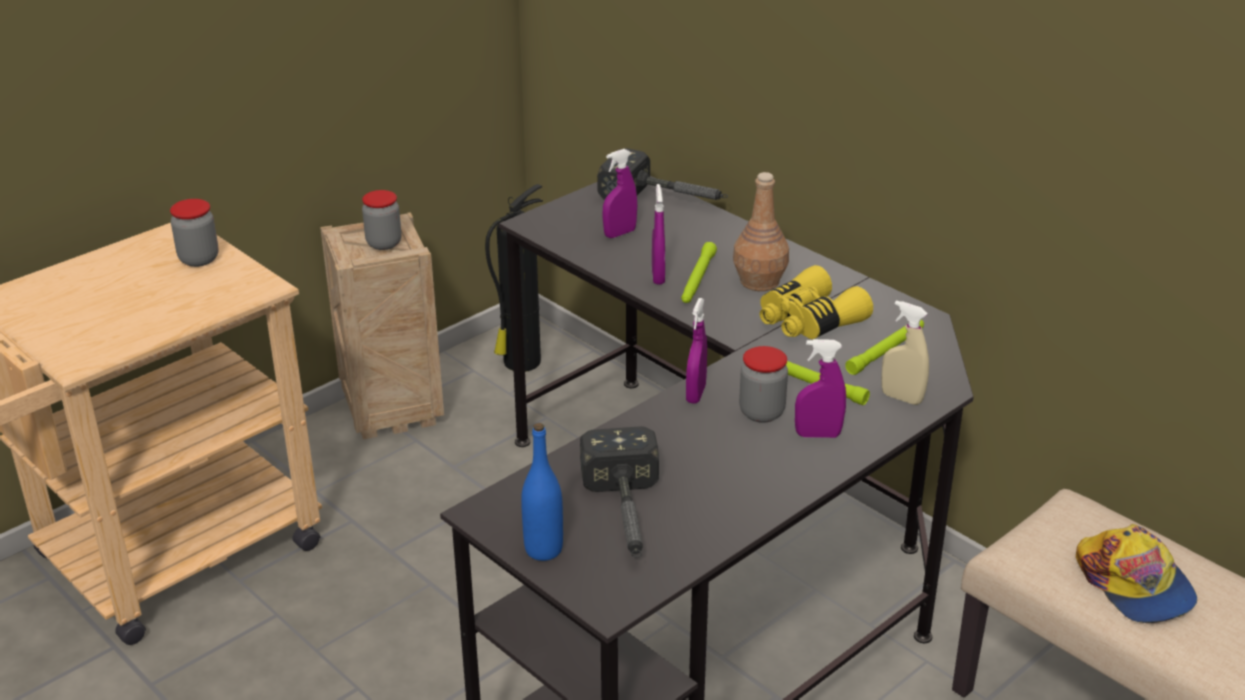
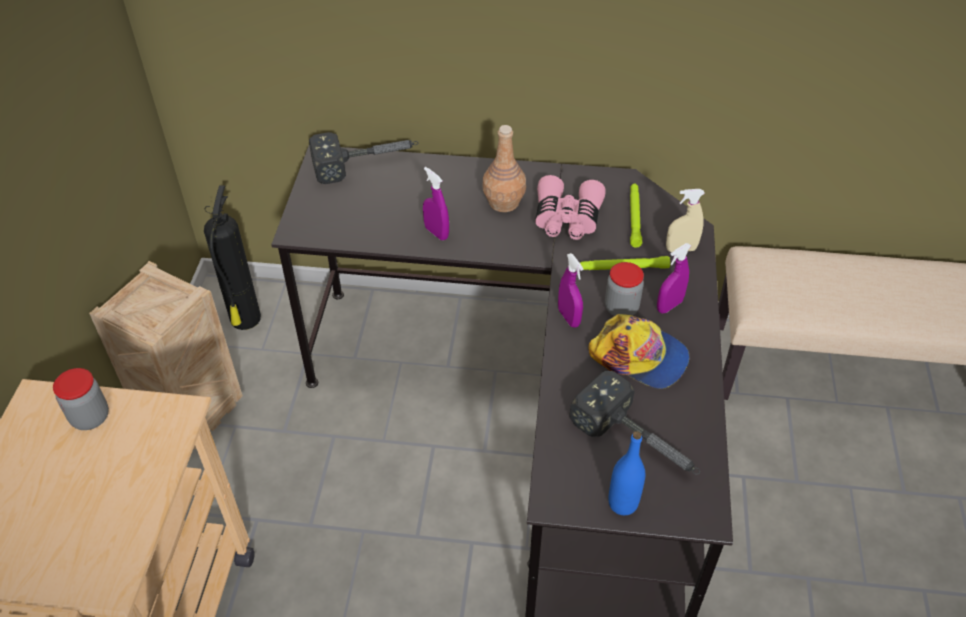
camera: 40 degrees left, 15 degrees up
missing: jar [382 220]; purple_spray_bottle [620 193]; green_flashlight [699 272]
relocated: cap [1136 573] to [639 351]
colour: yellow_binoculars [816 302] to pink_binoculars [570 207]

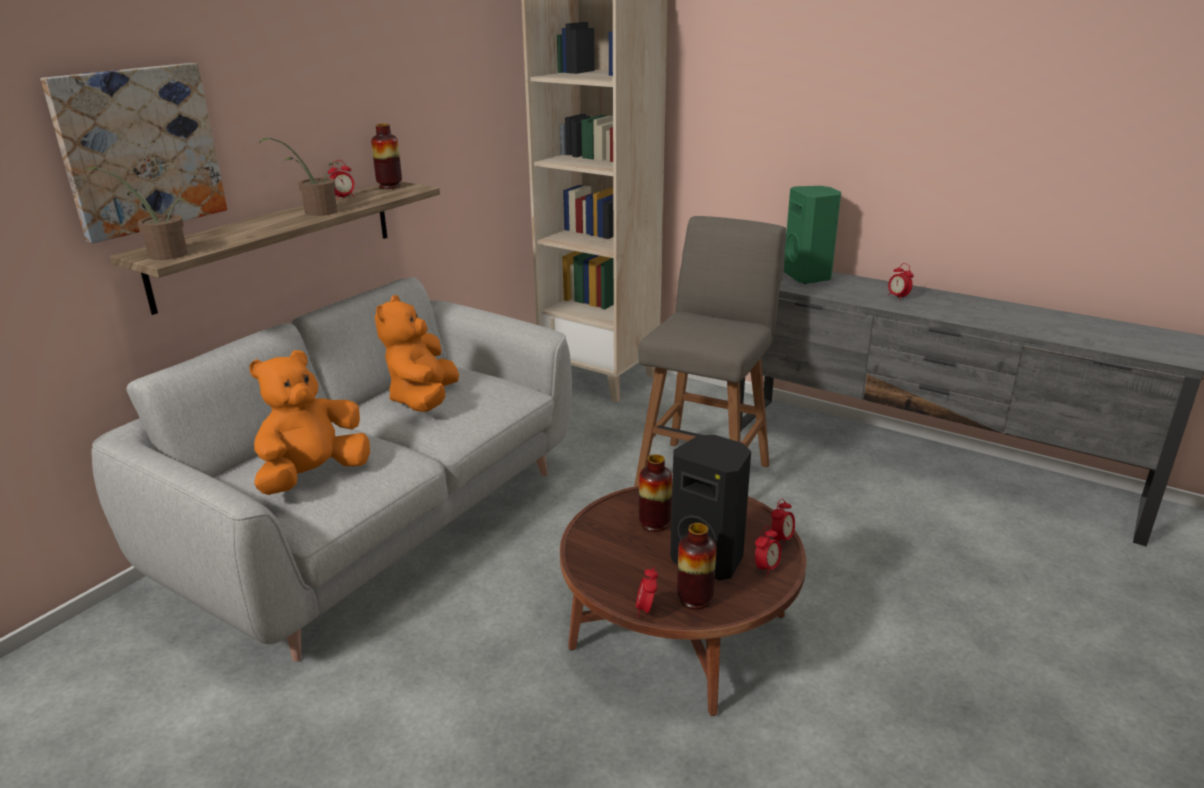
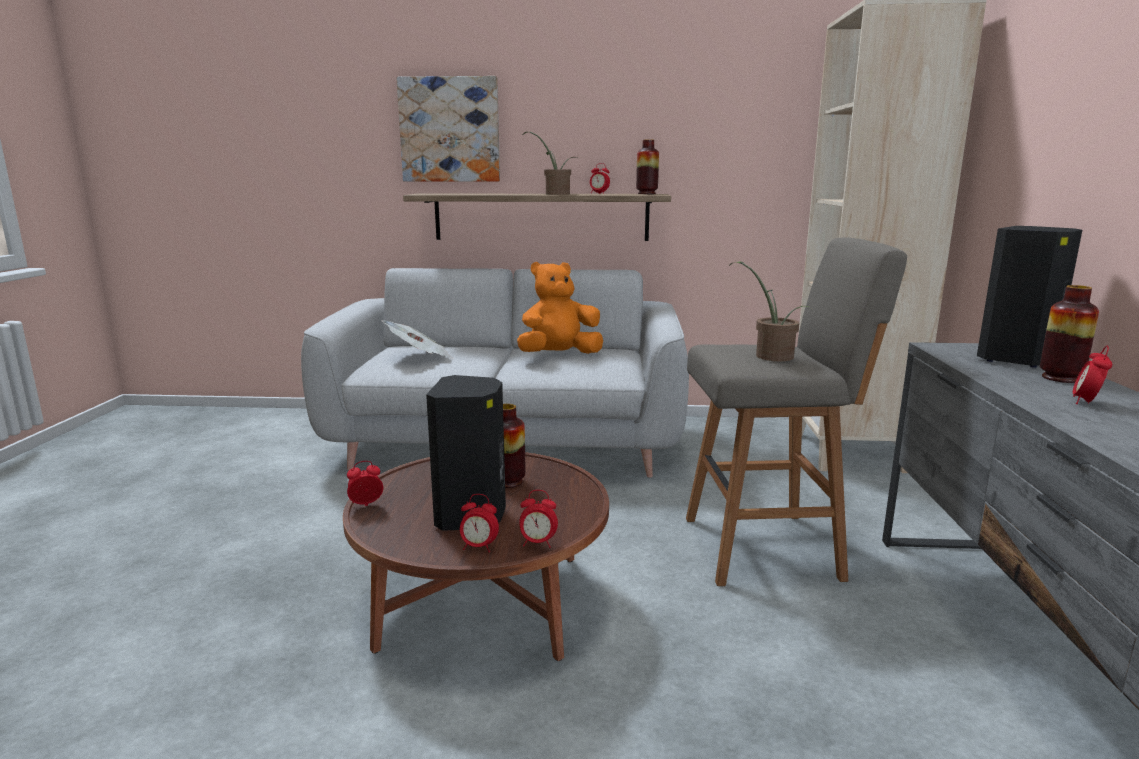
camera: 60 degrees right, 10 degrees down
relocated: potted_plant [138 213] to [770 311]; vase [696 566] to [1069 334]
exchanged: orange_plush_toy [309 422] to newspaper [418 339]
colour: green_speaker [812 235] to black_speaker [1029 297]

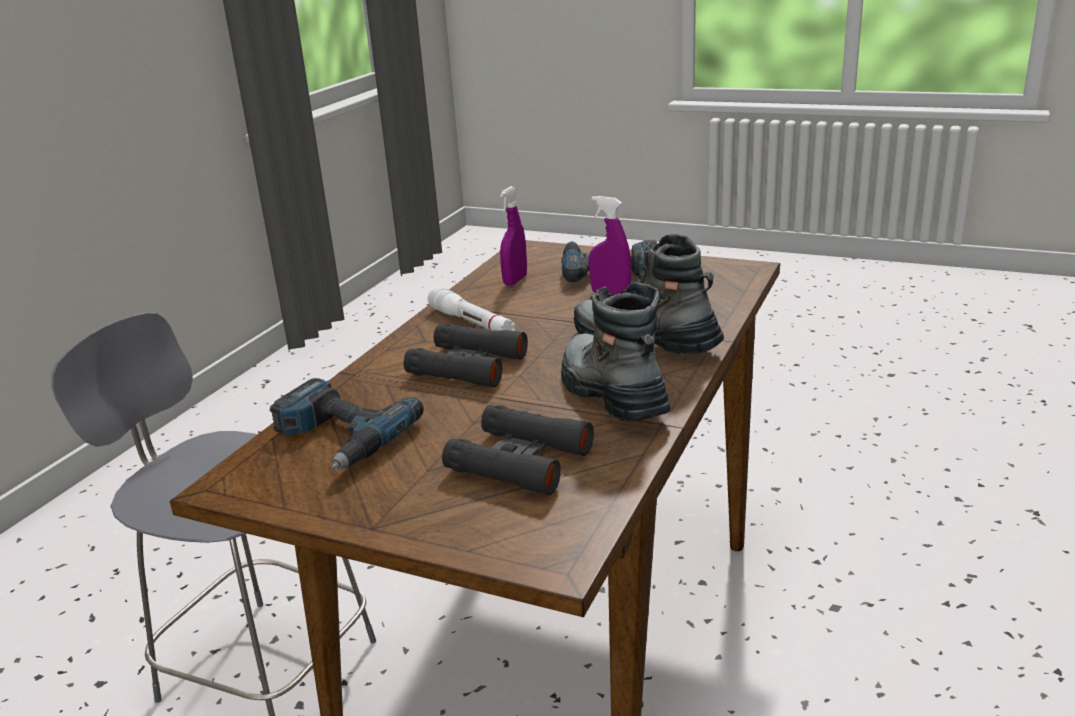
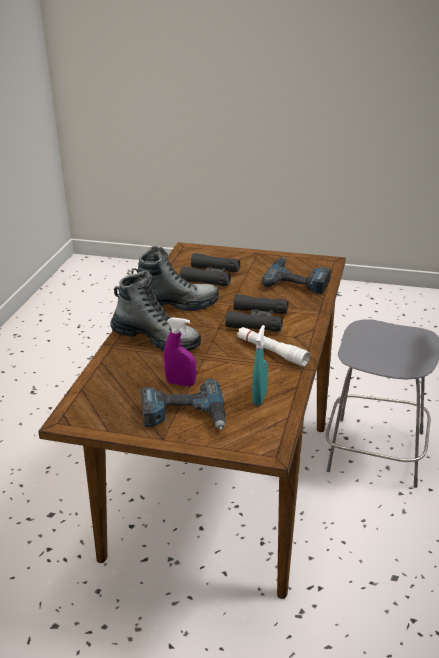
camera: 170 degrees right, 5 degrees up
colour: purple_spray_bottle [513 236] to turquoise_spray_bottle [260 365]
spun: boot [616 352] = [175 278] 75 degrees counterclockwise

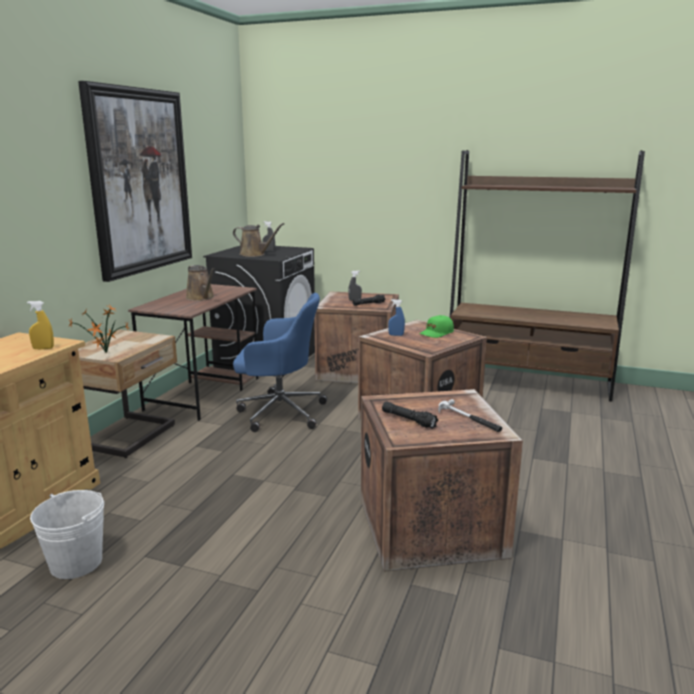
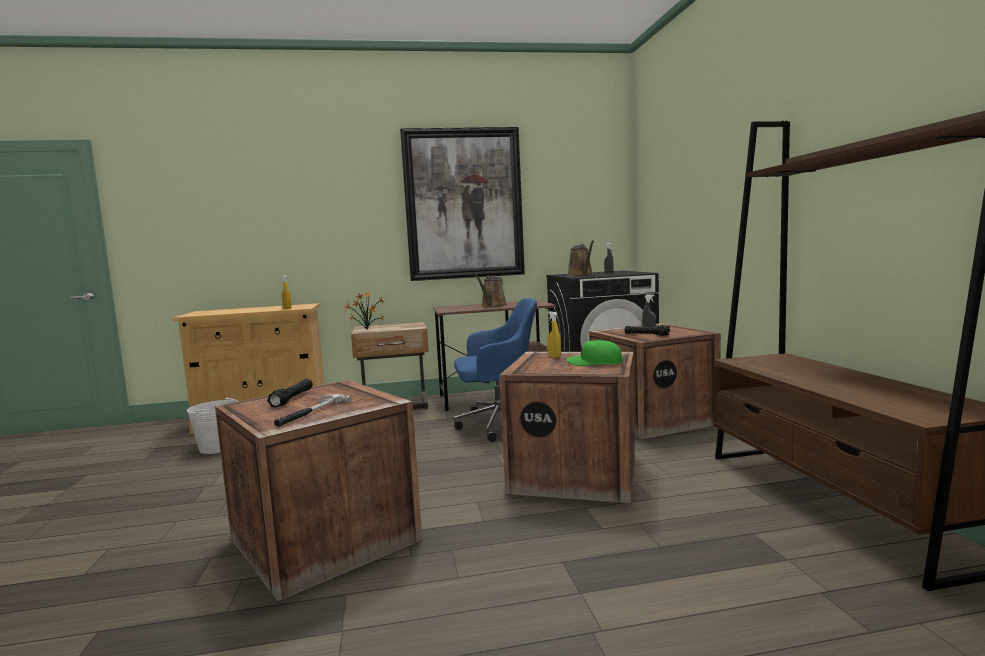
camera: 60 degrees right, 10 degrees down
colour: blue_spray_bottle [396 317] to yellow_spray_bottle [554 334]
spun: blue_office_chair [280 362] = [495 370] 75 degrees counterclockwise

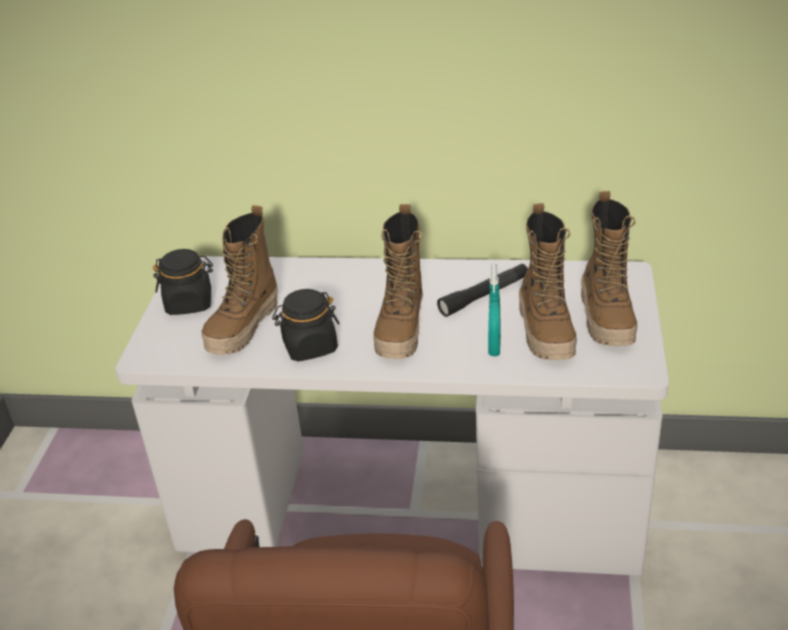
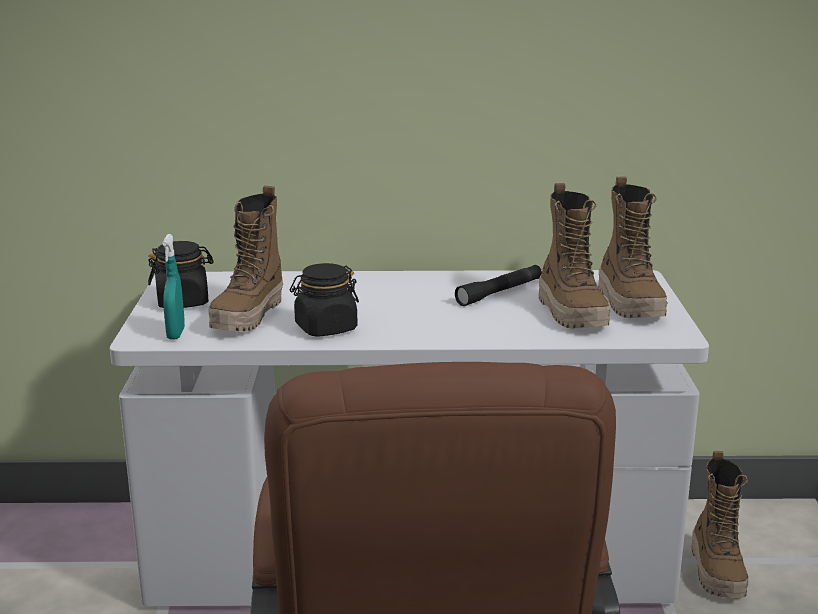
camera: 10 degrees left, 15 degrees down
relocated: boot [398 281] to [719 524]; turquoise_spray_bottle [494 310] to [173 286]

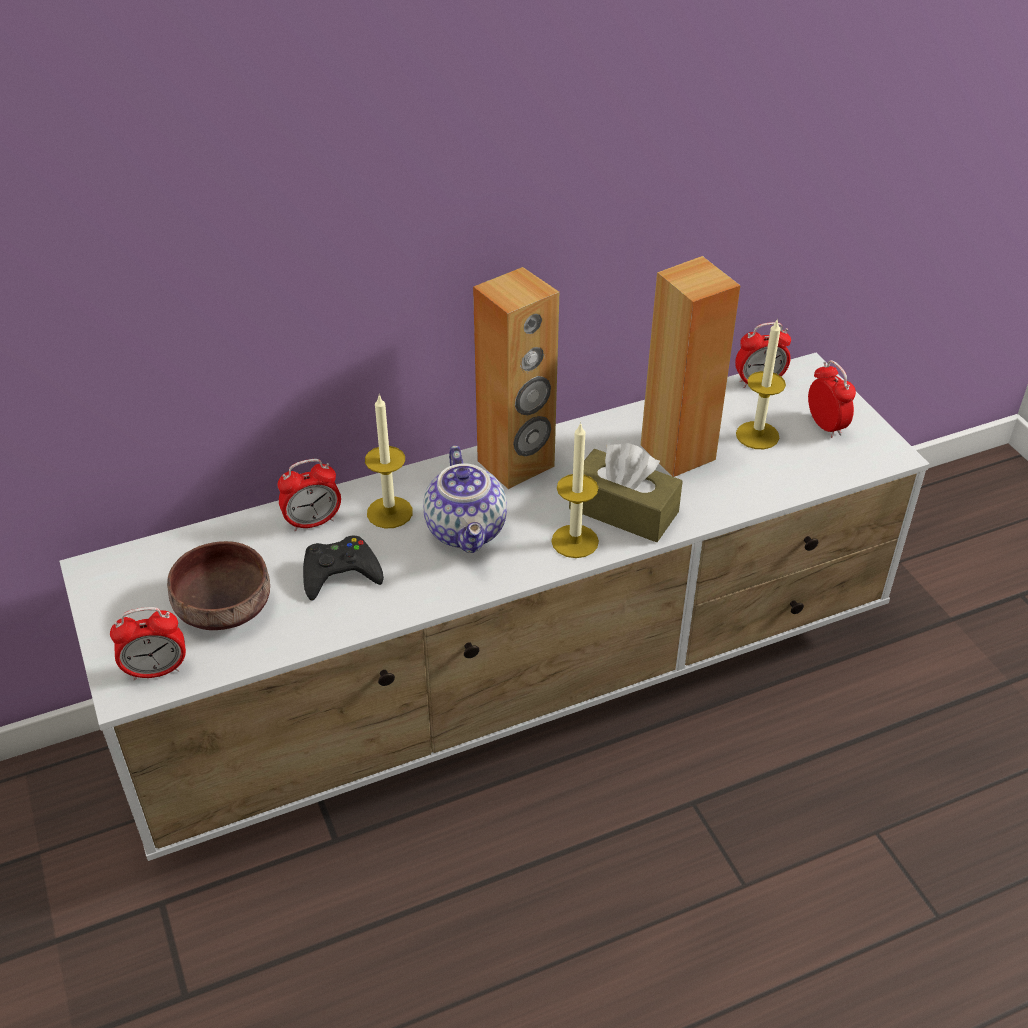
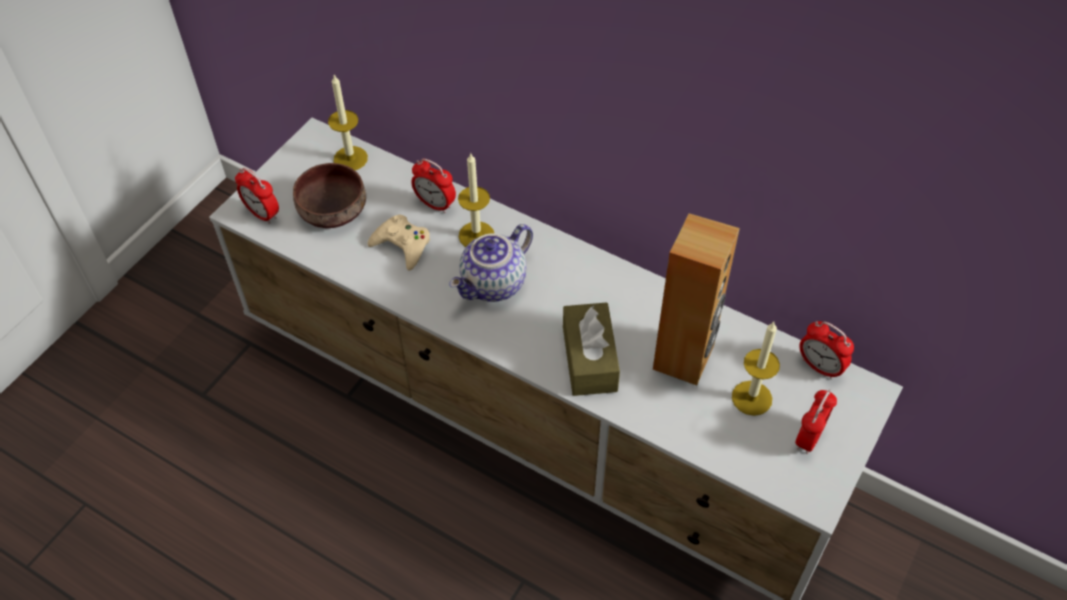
camera: 55 degrees right, 10 degrees up
missing: brown_speaker [516 378]
relocated: candle [575 490] to [348 122]
colour: black_game_controller [343 568] to beige_game_controller [399 243]

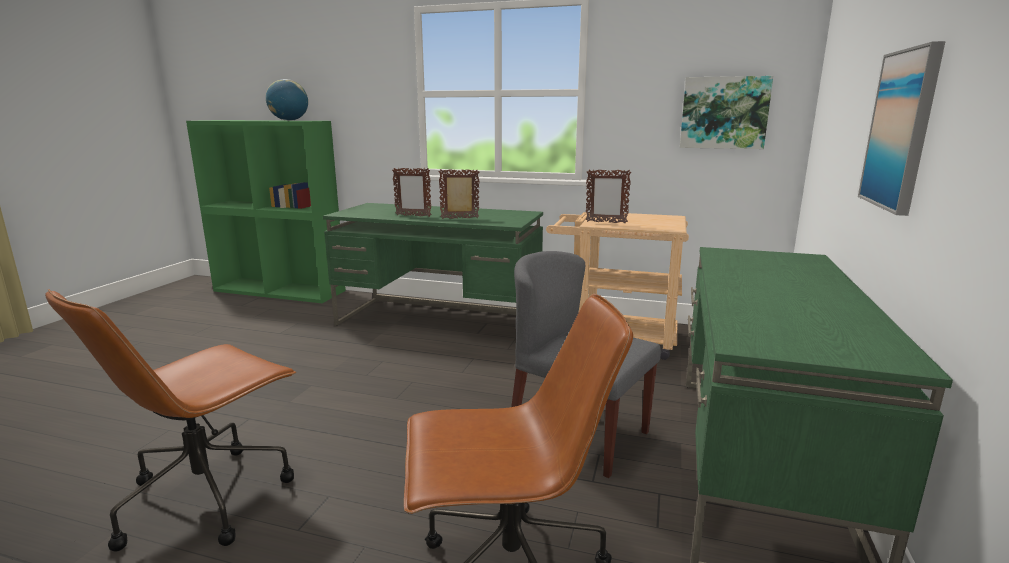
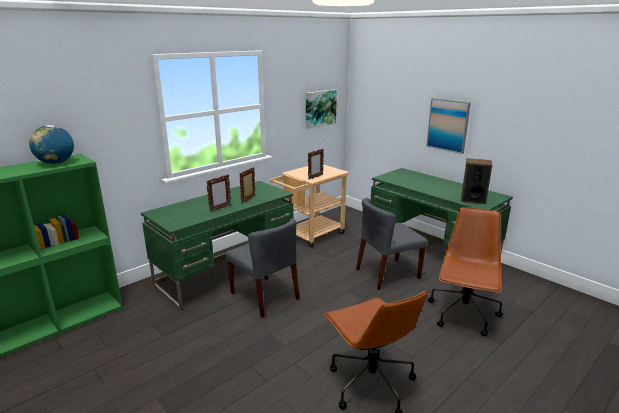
camera: 60 degrees left, 5 degrees up
appeared: grey_chair [263 268]; speaker [476 181]

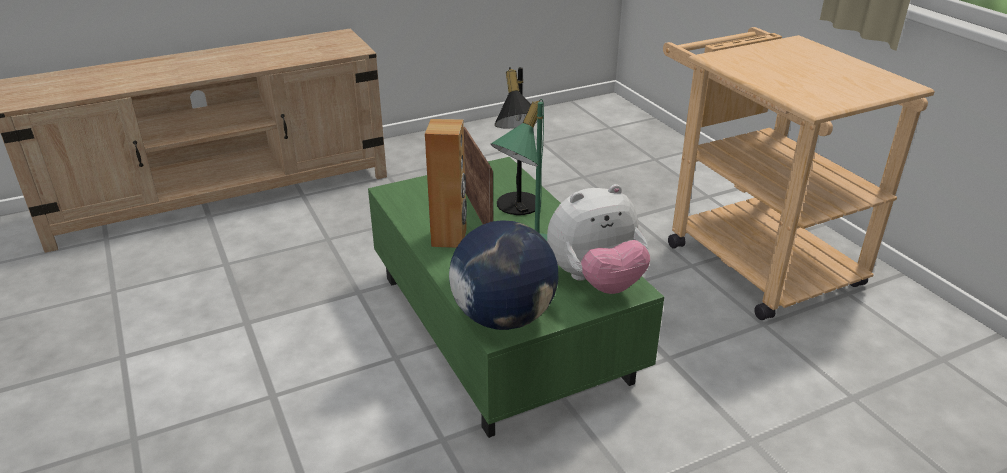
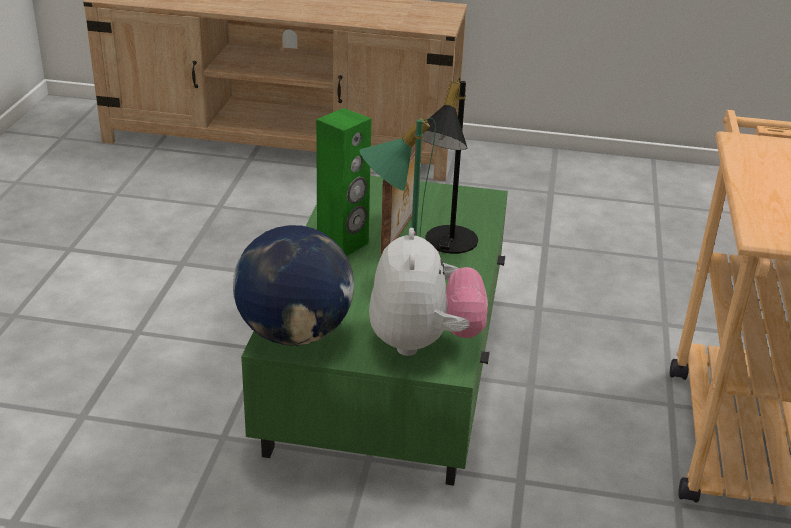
camera: 35 degrees right, 0 degrees up
colour: brown_speaker [446 183] to green_speaker [344 182]
spun: plush_toy [598 239] = [428 292] 105 degrees counterclockwise

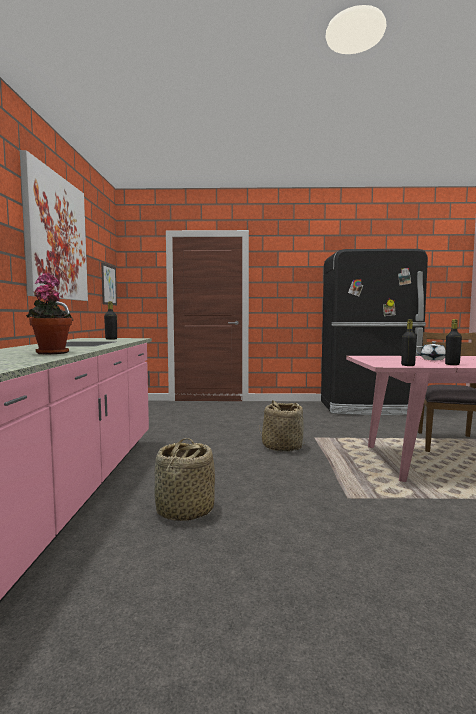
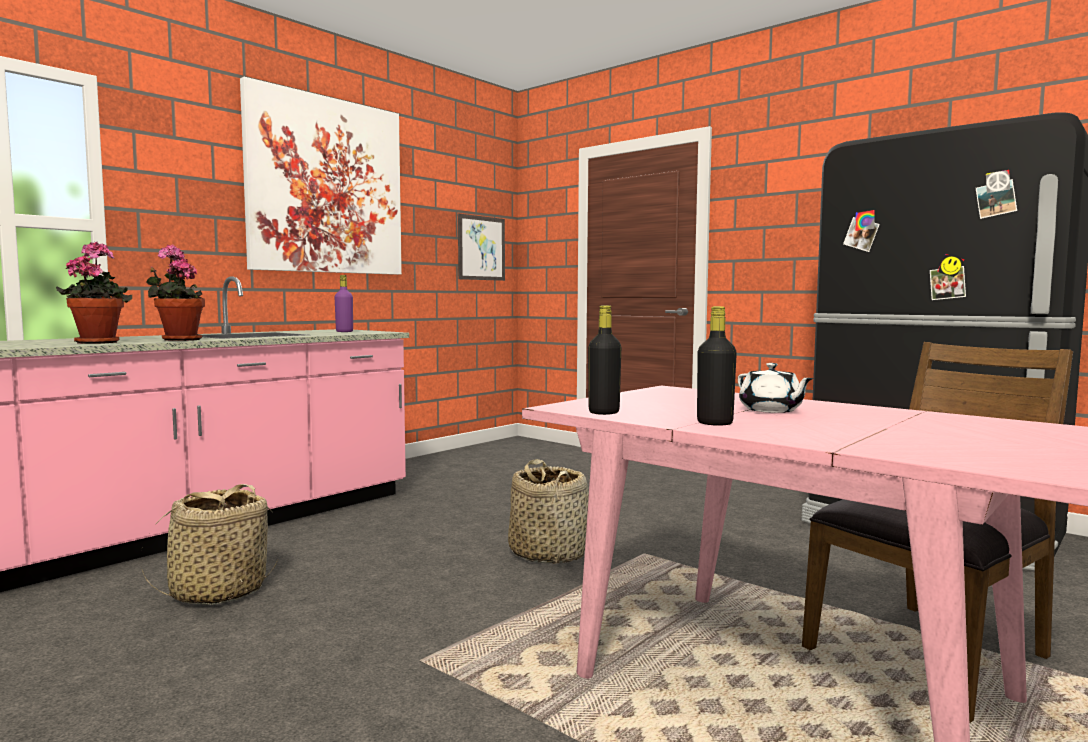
camera: 40 degrees right, 0 degrees up
appeared: potted_plant [175 293]
colour: black_bottle [110 320] to purple_bottle [344 303]

